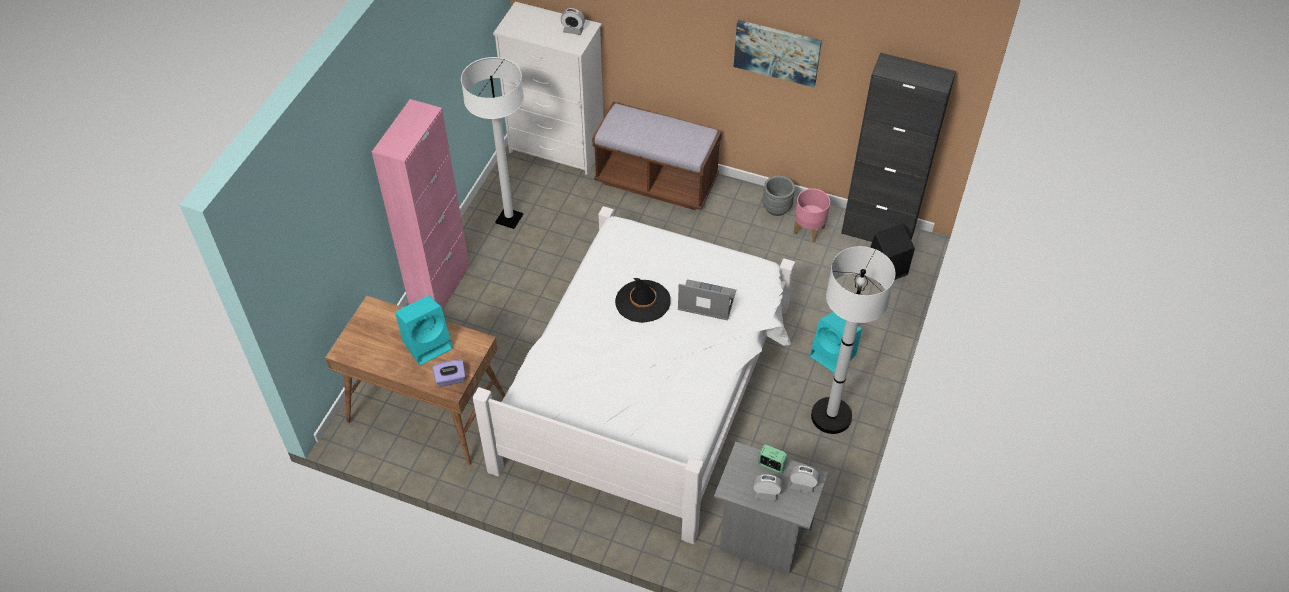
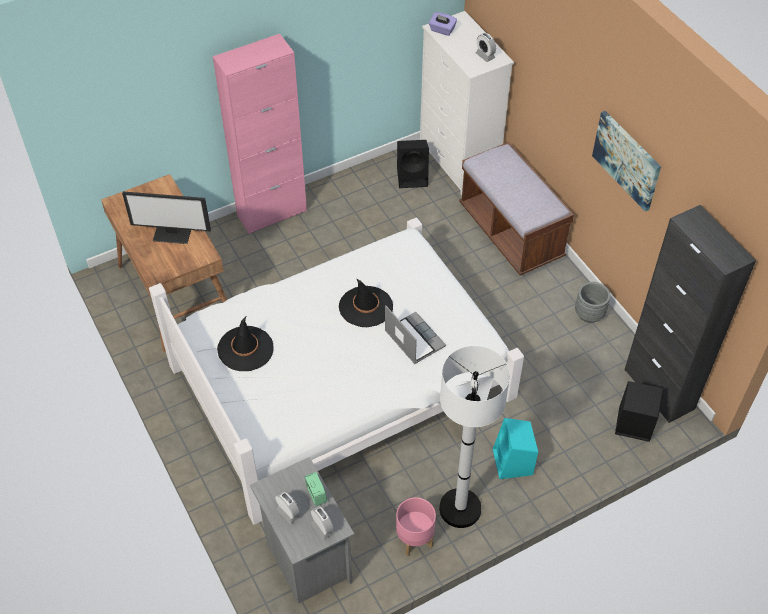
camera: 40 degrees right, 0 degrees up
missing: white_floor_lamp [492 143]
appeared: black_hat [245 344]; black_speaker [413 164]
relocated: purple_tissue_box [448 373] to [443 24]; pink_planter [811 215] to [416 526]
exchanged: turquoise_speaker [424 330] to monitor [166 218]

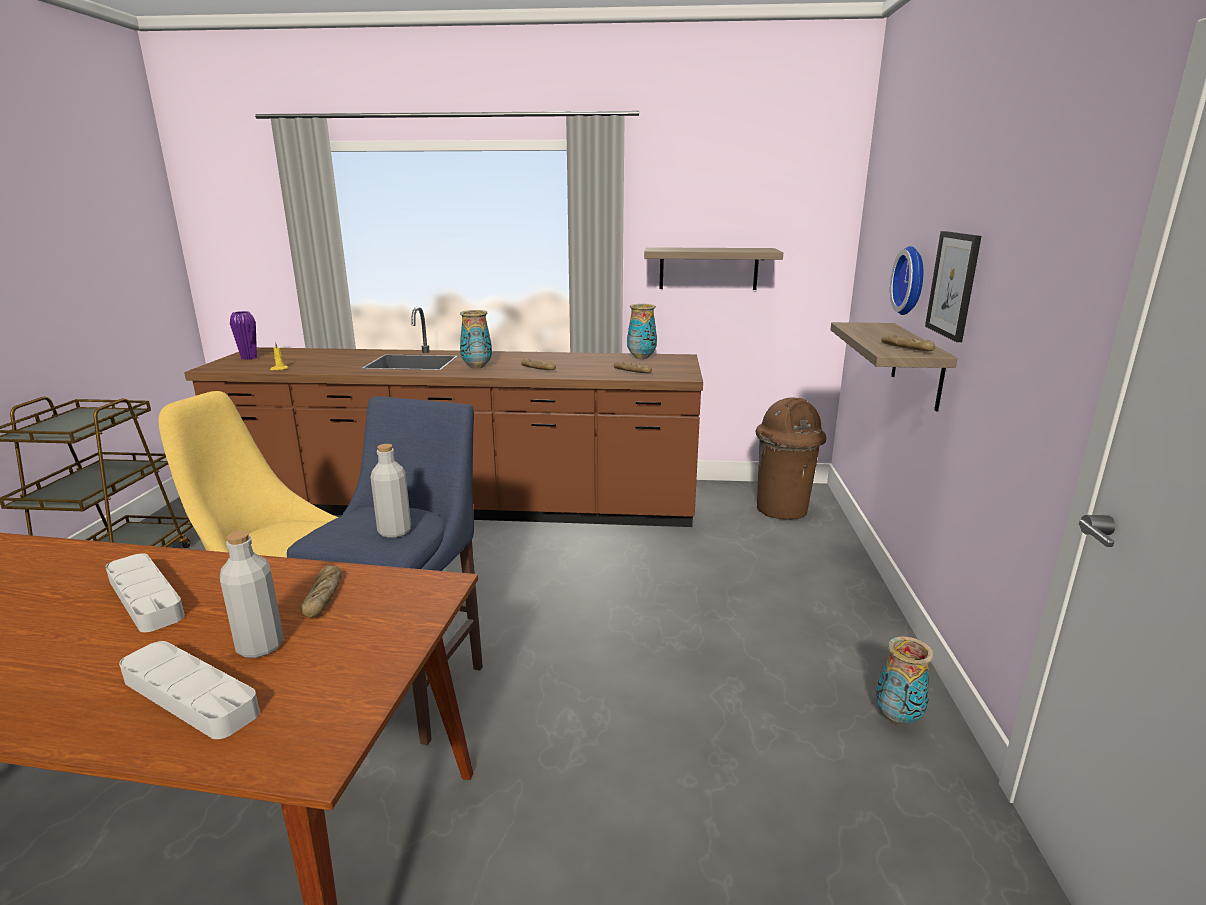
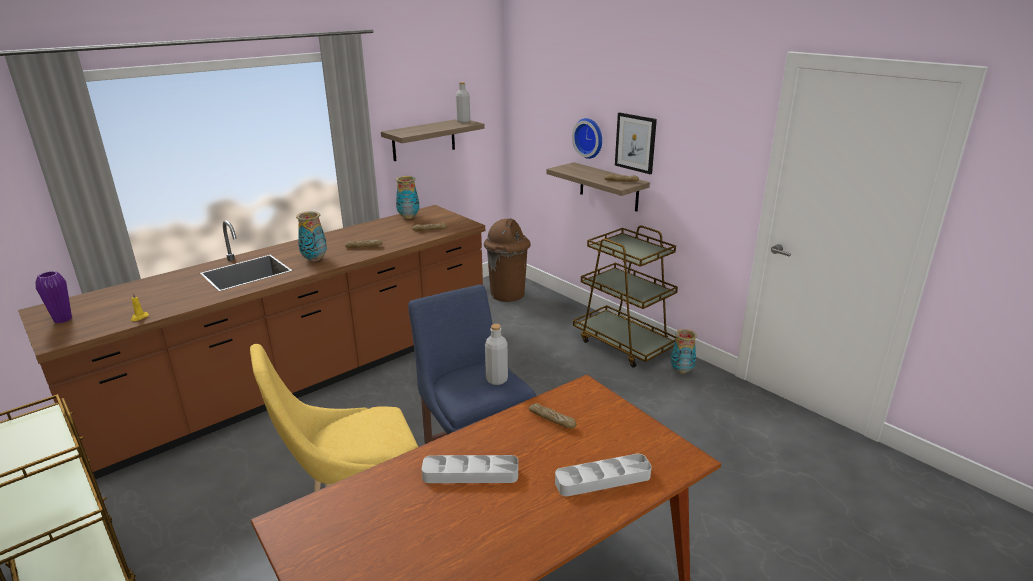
camera: 45 degrees left, 5 degrees up
appeared: brown_cart [625 296]
relocated: grey_bottle [252 594] to [463 102]

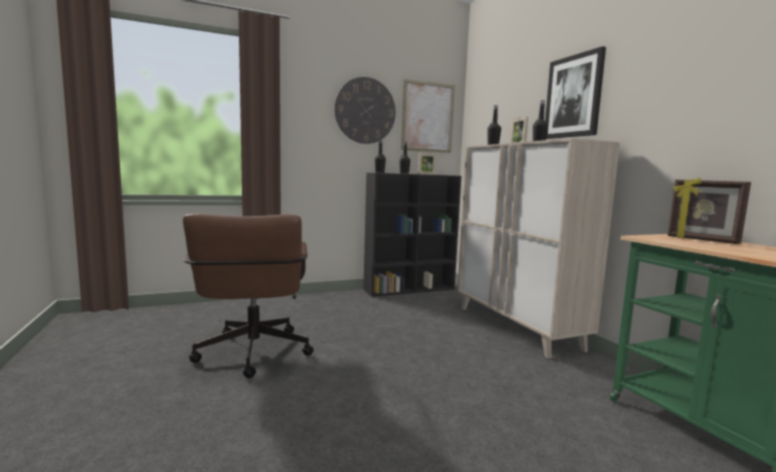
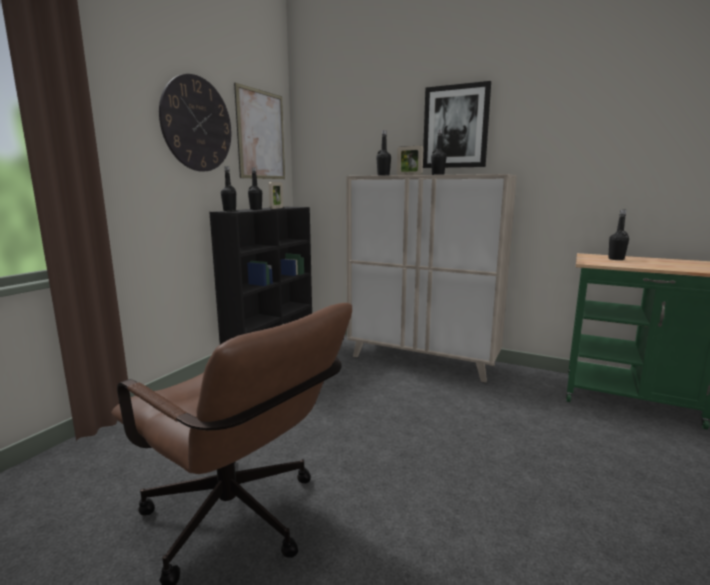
camera: 40 degrees left, 5 degrees up
exchanged: picture_frame [709 211] to black_bottle [618 235]

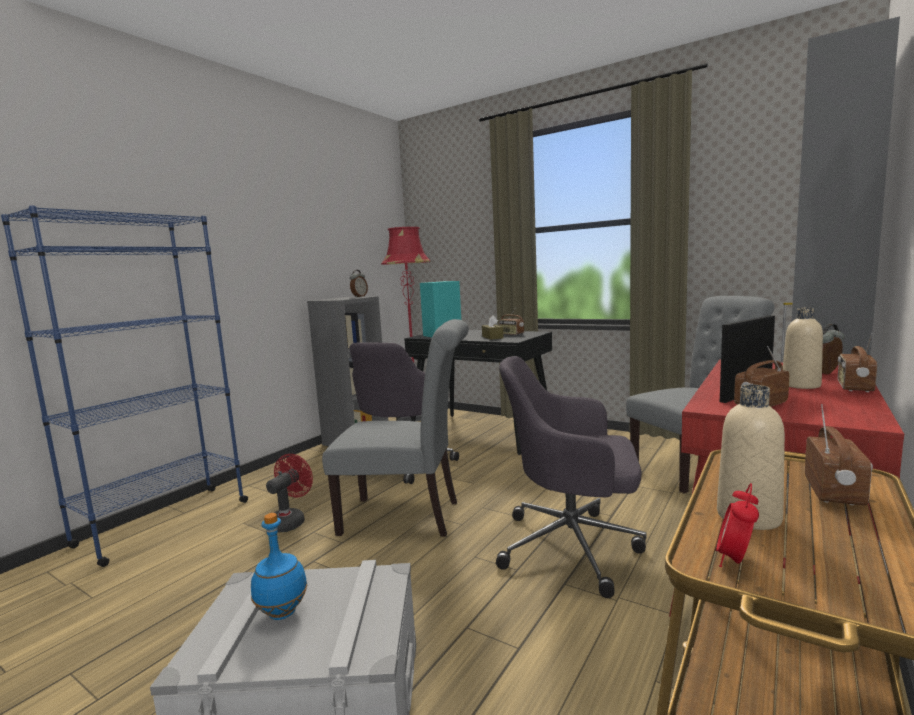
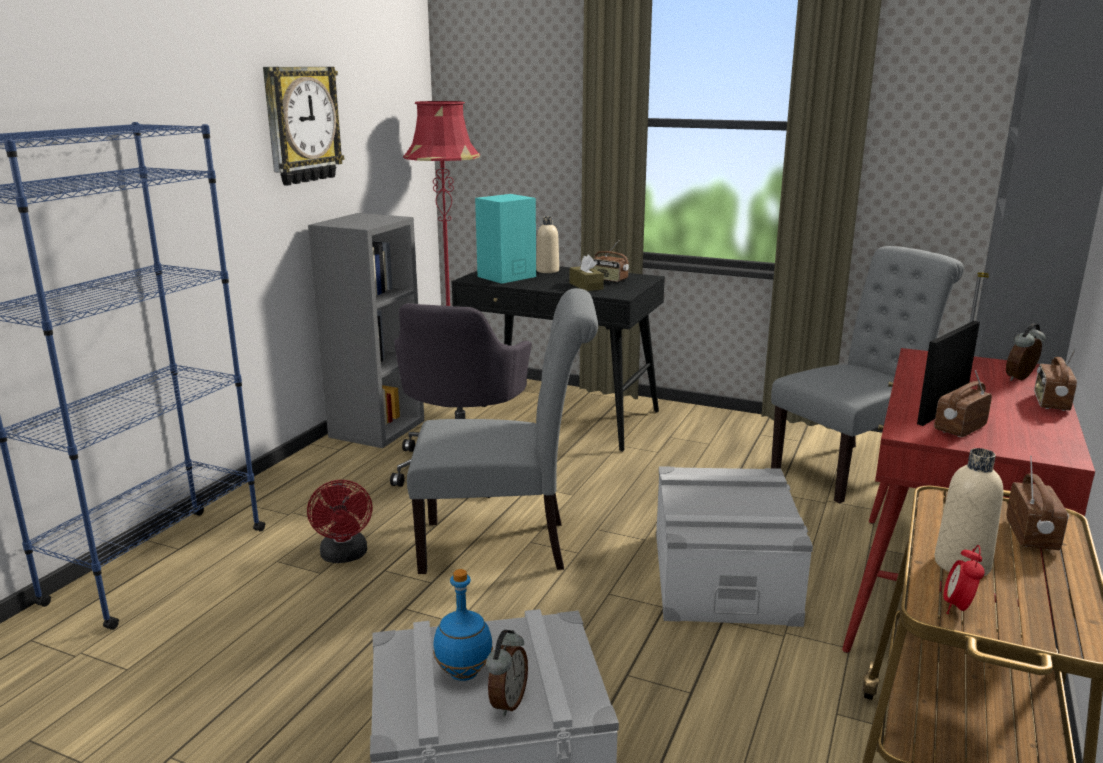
camera: 10 degrees left, 10 degrees up
appeared: wall_clock [303 126]
relocated: alarm_clock [359 283] to [507 673]; beige_bottle [803 348] to [547 245]
exchanged: grey_office_chair [571 477] to grey_storage_box [734 547]
spun: red_fan [289 493] = [340 521] 150 degrees clockwise

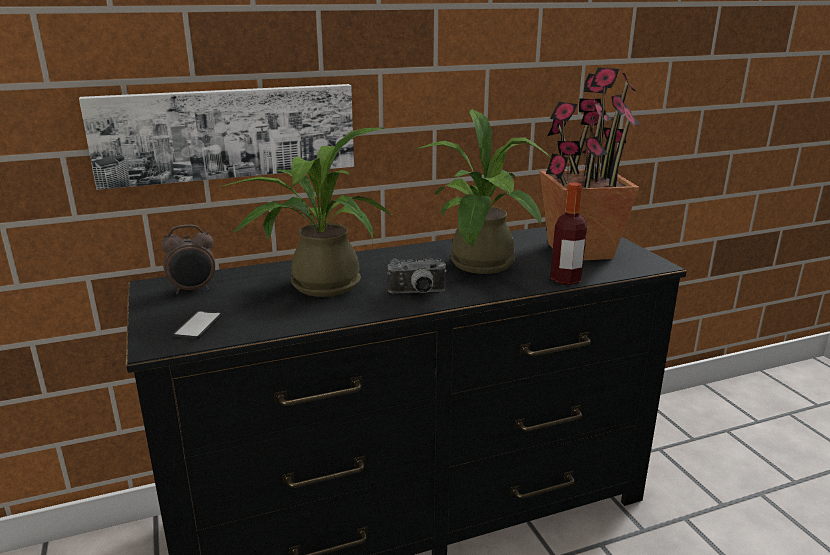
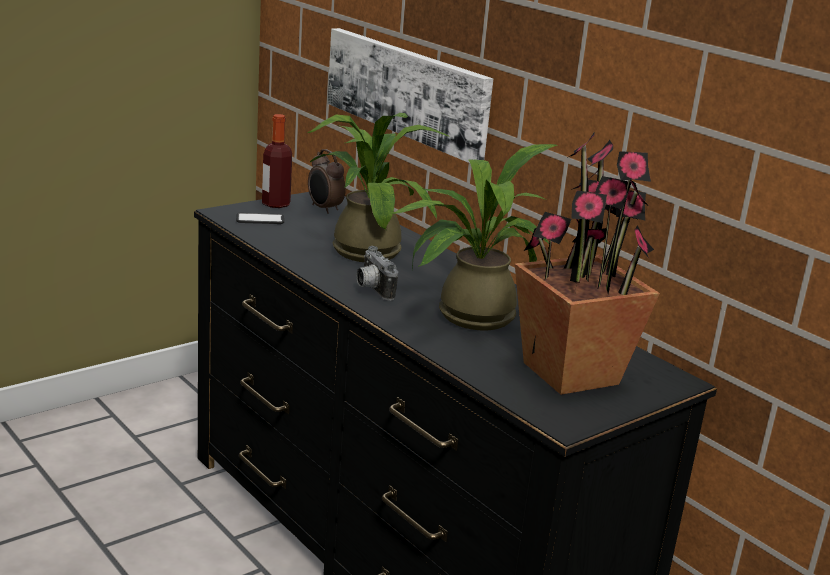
camera: 70 degrees right, 0 degrees up
relocated: bottle [568 233] to [277 161]

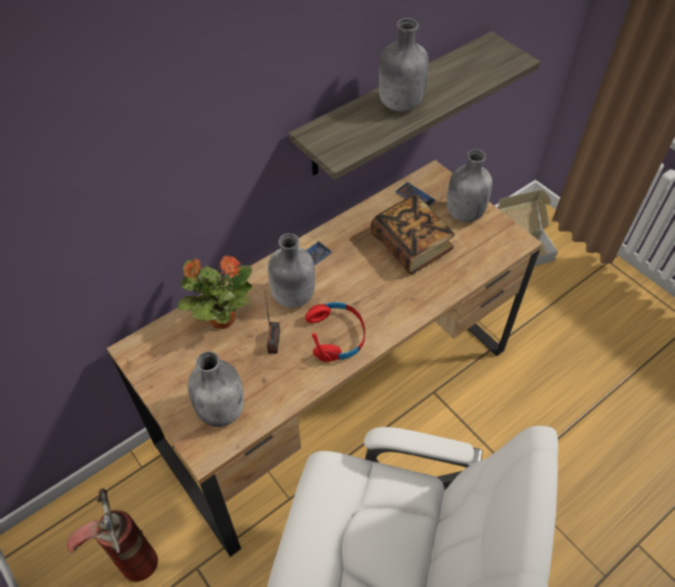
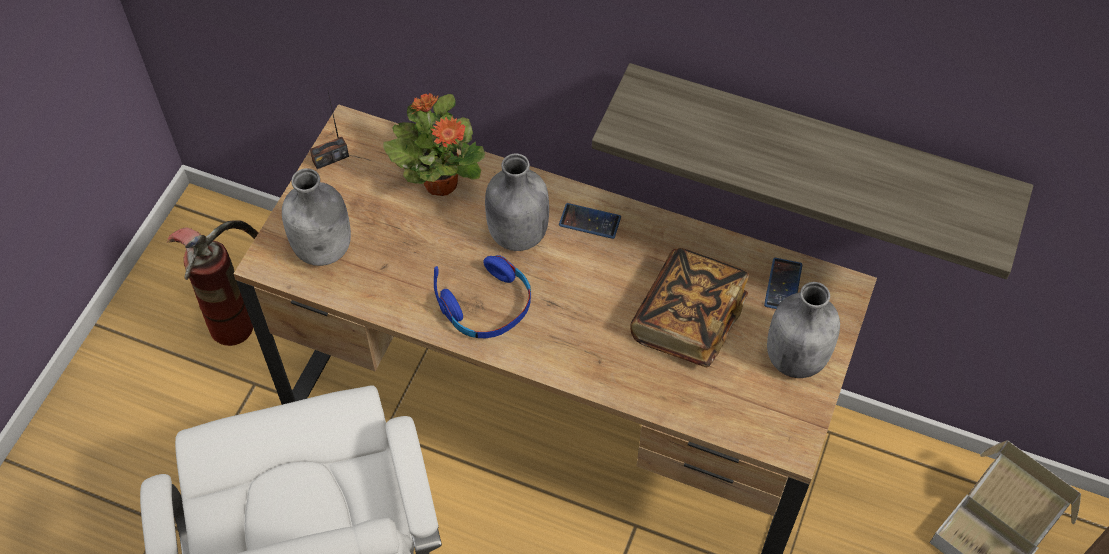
camera: 60 degrees right, 5 degrees up
missing: grey_bottle [404 65]
relocated: radio [272 324] to [329 130]
colour: red_headphones [335 332] to blue_headphones [482 296]

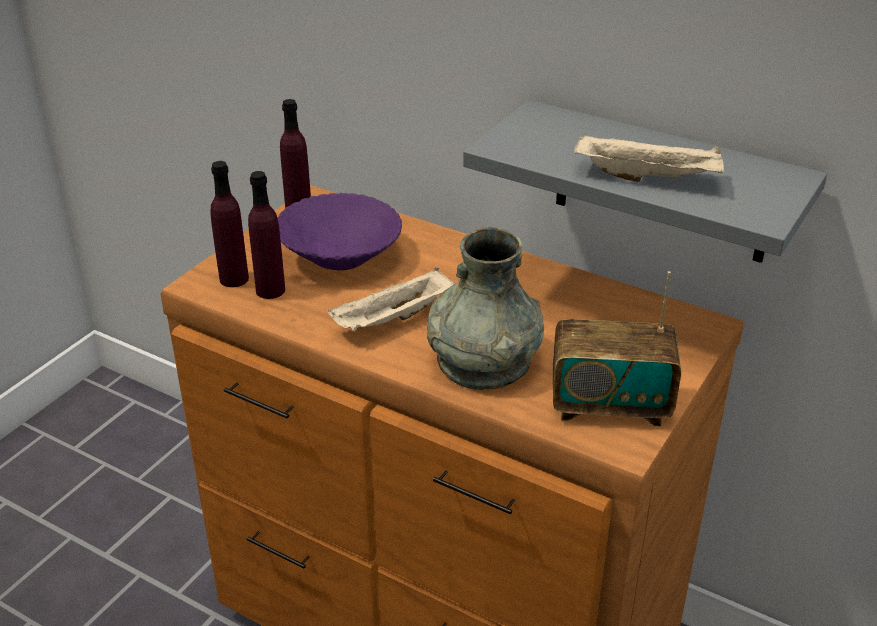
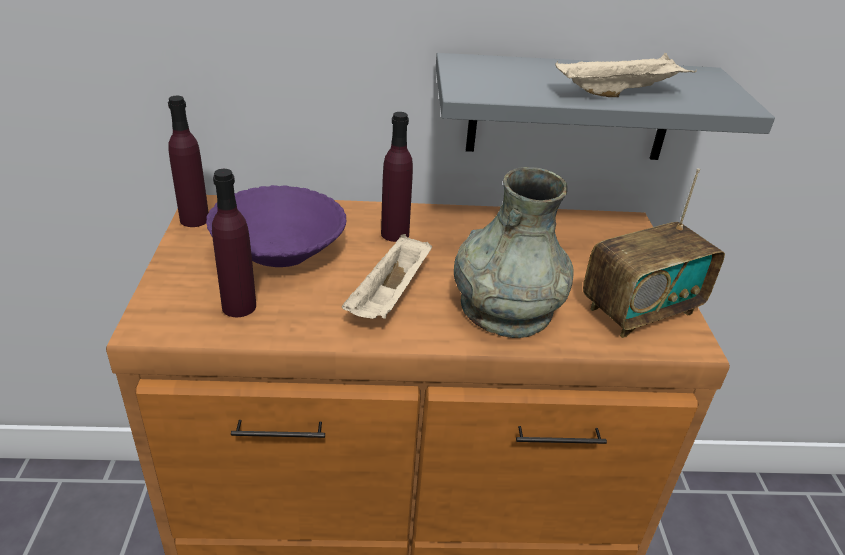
camera: 35 degrees left, 0 degrees up
relocated: purple_bottle [229 224] to [397 177]

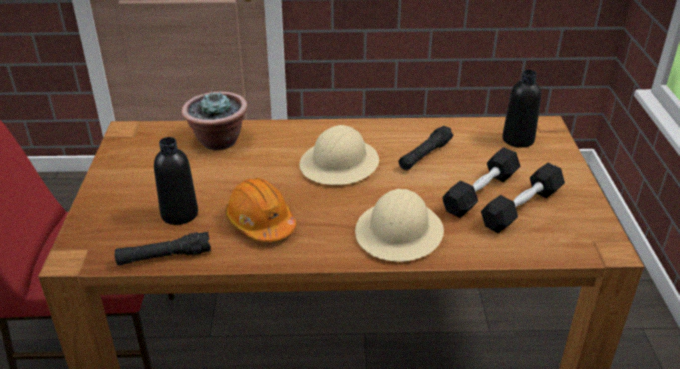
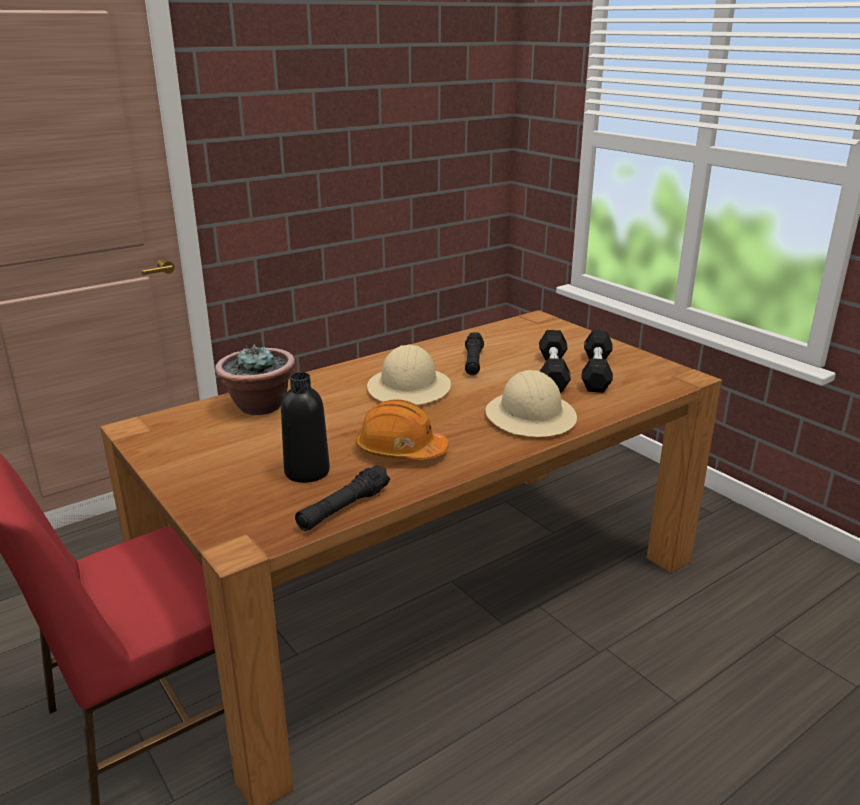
camera: 35 degrees left, 10 degrees down
missing: black_bottle [521 109]

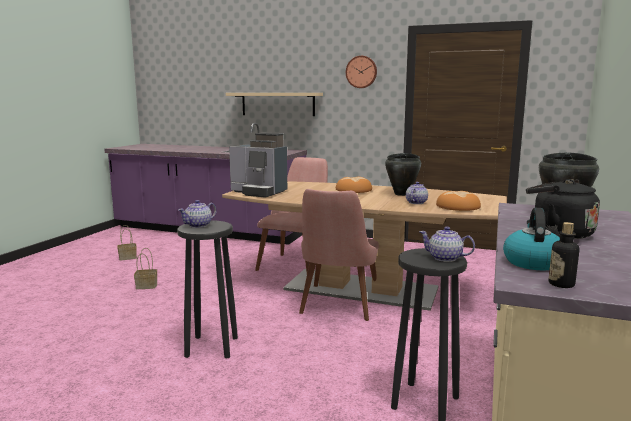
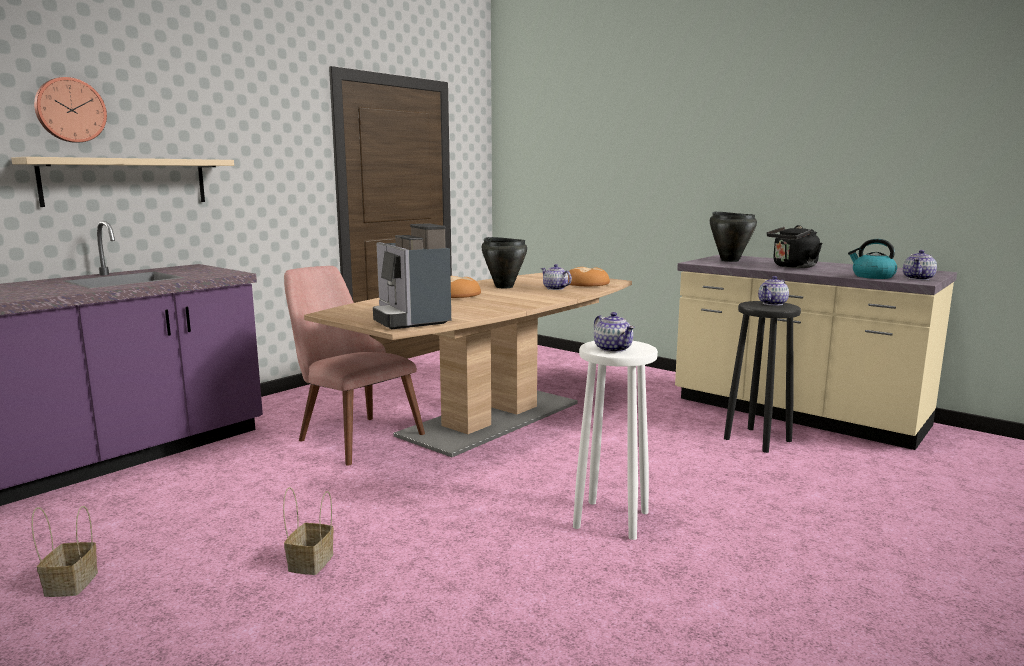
camera: 70 degrees left, 0 degrees up
missing: pink_chair [339 255]
relocated: wall_clock [361 72] to [70 110]
exchanged: bottle [564 255] to teapot [920 265]
colour: black_stool [207 289] to white_stool [615 440]
spun: coffee_machine [258 165] = [412 276] 105 degrees clockwise

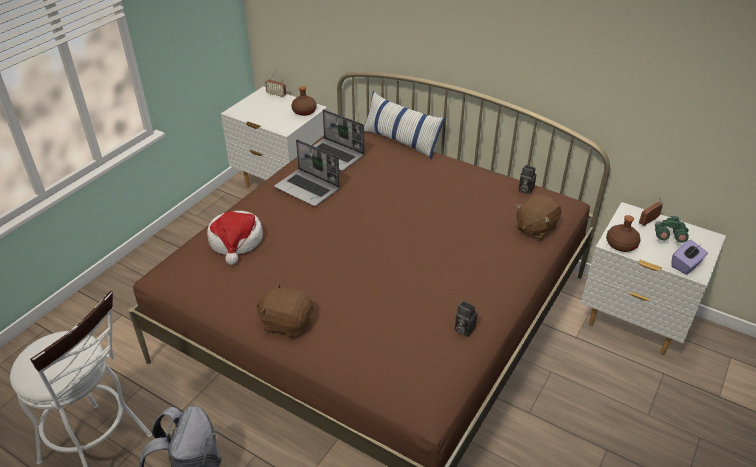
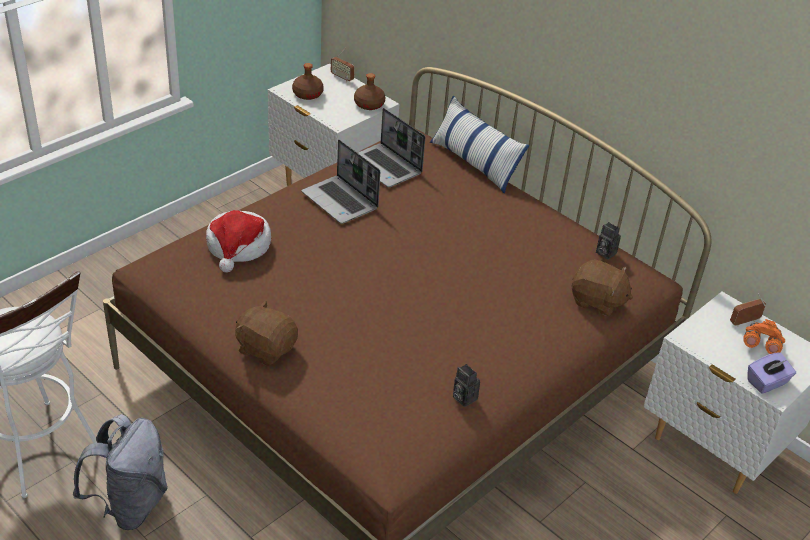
camera: 10 degrees right, 0 degrees up
relocated: brown_bottle [623 233] to [308 81]
colour: green_binoculars [672 229] to orange_binoculars [764 336]
spun: brown_plush_toy [538 217] = [602 287] 120 degrees counterclockwise

